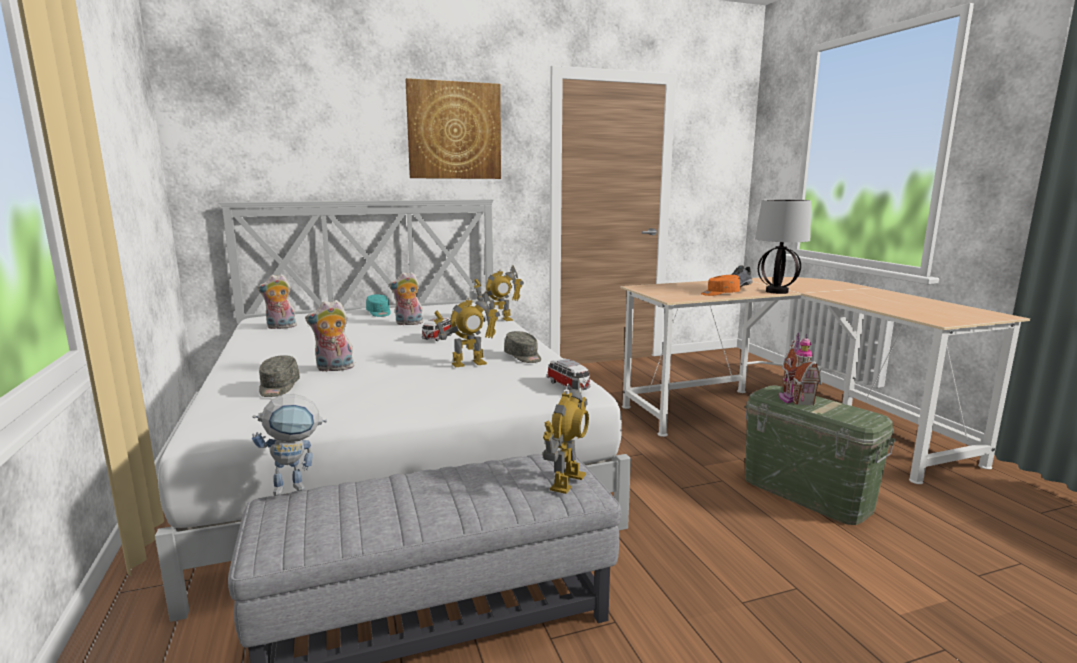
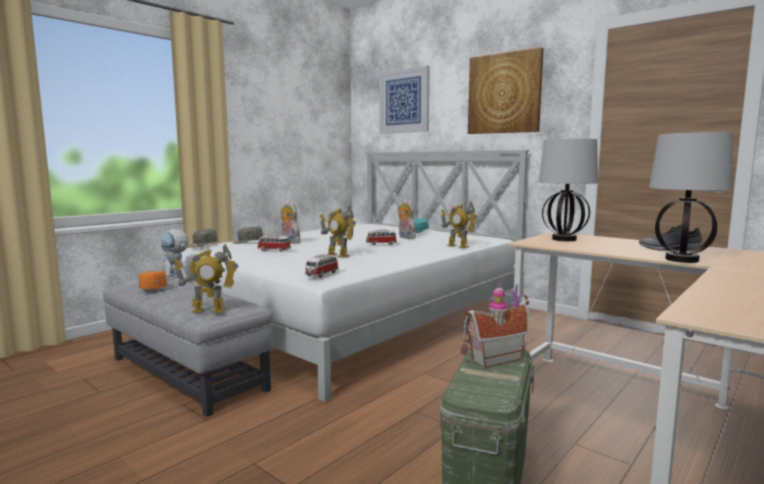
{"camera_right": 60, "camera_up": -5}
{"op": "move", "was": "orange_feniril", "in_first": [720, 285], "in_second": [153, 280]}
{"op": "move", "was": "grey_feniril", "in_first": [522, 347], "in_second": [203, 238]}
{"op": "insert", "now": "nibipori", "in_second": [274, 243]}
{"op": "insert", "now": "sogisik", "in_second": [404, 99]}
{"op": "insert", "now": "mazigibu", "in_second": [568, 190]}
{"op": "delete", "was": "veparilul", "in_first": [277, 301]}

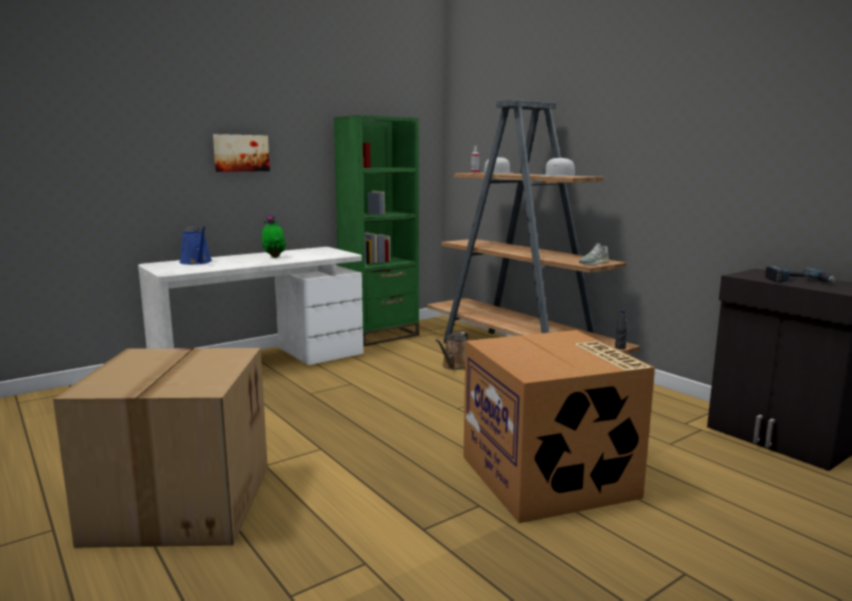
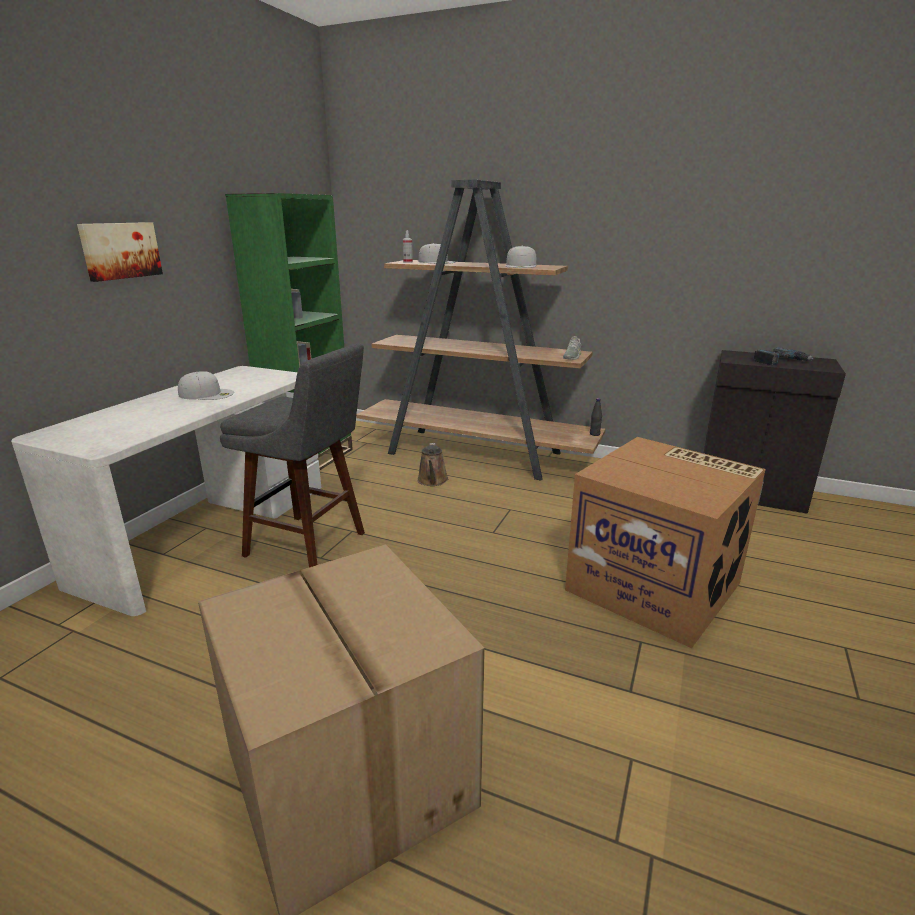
{"camera_right": -30, "camera_up": 10}
{"op": "replace", "was": "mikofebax", "now": "white_feniril", "in_first": [274, 236], "in_second": [206, 385]}
{"op": "insert", "now": "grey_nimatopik", "in_second": [292, 455]}
{"op": "delete", "was": "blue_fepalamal", "in_first": [195, 245]}

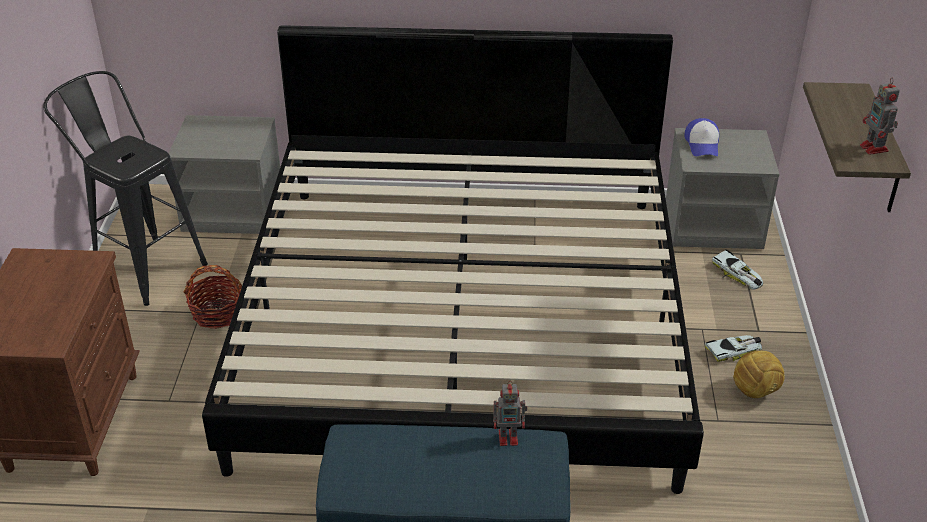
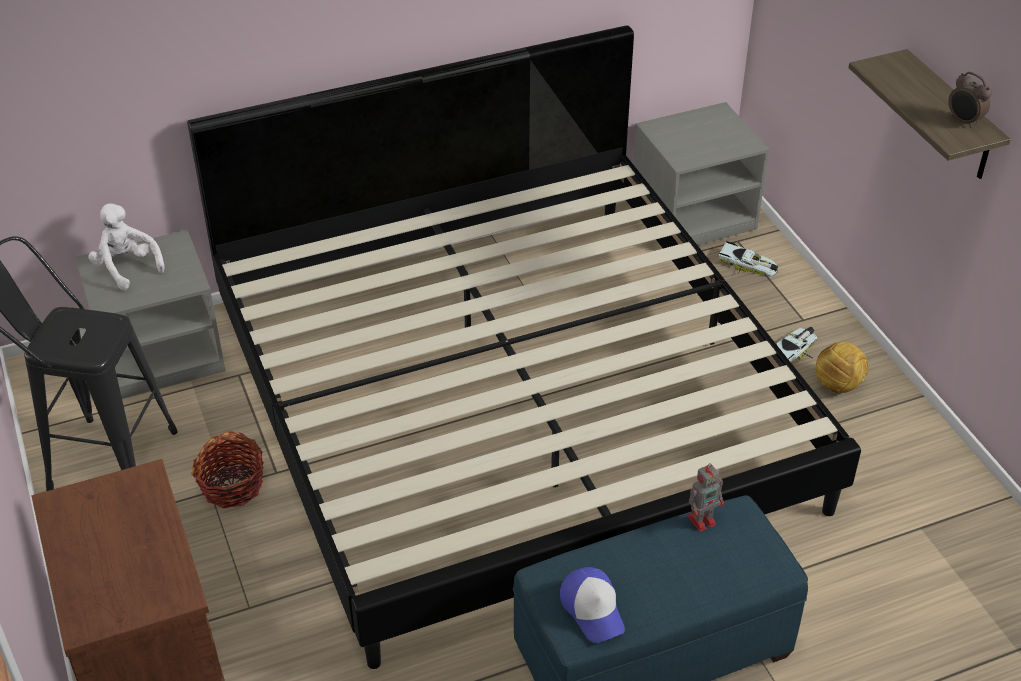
{"camera_right": -25, "camera_up": 5}
{"op": "insert", "now": "white_veparilul", "in_second": [127, 246]}
{"op": "move", "was": "feniril", "in_first": [701, 137], "in_second": [592, 605]}
{"op": "replace", "was": "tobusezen", "now": "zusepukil", "in_first": [880, 116], "in_second": [970, 100]}

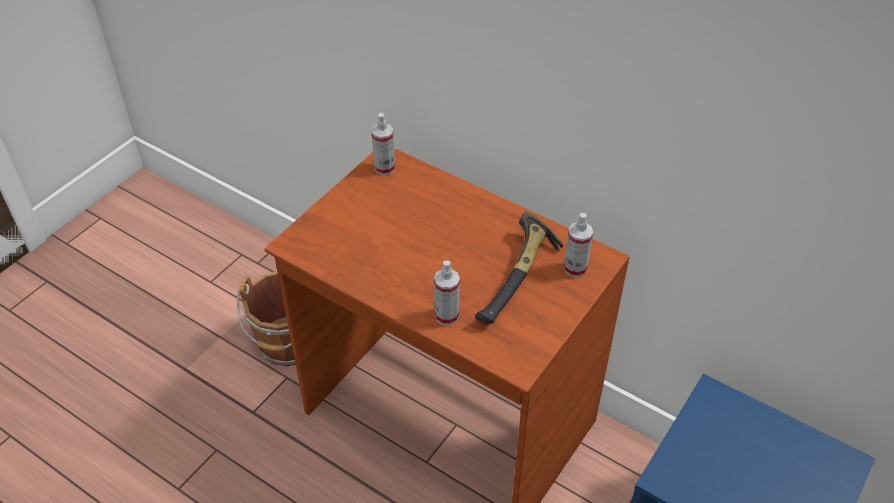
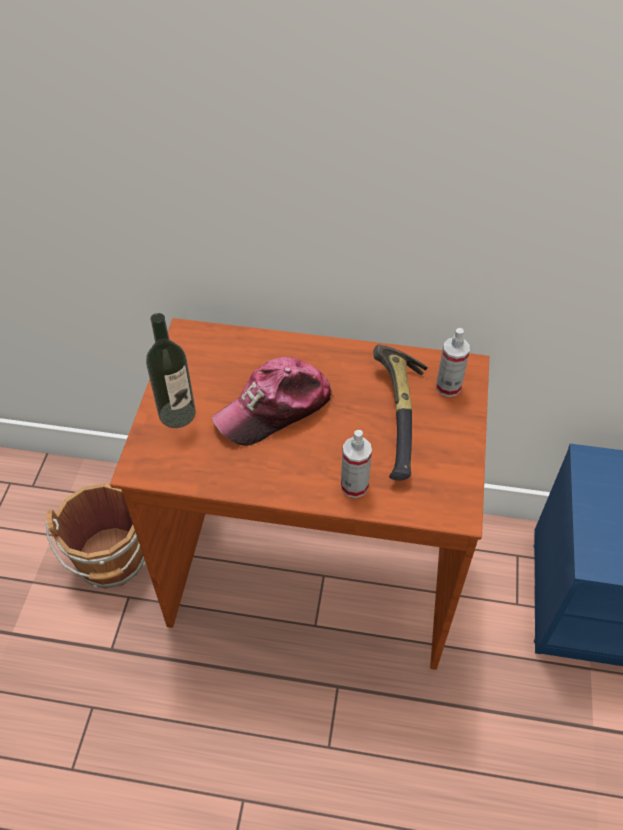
{"camera_right": -25, "camera_up": 5}
{"op": "insert", "now": "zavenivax", "in_second": [171, 370]}
{"op": "insert", "now": "feniril", "in_second": [272, 401]}
{"op": "delete", "was": "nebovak", "in_first": [383, 144]}

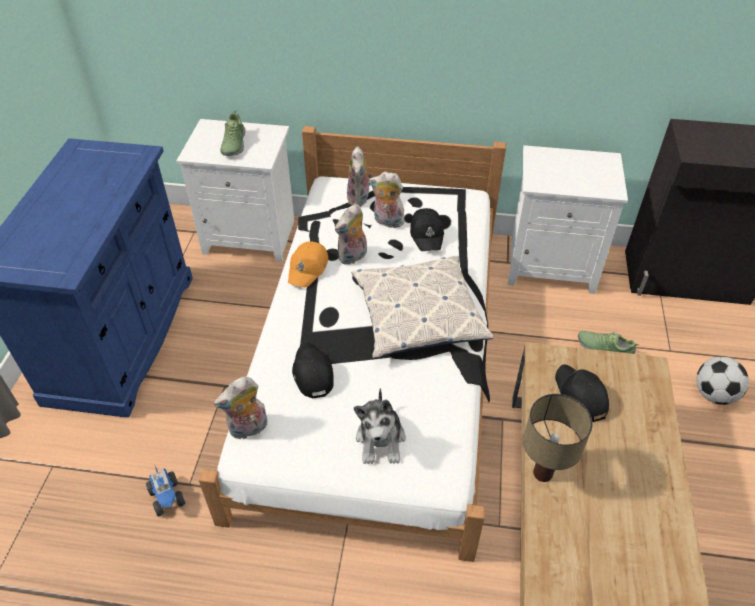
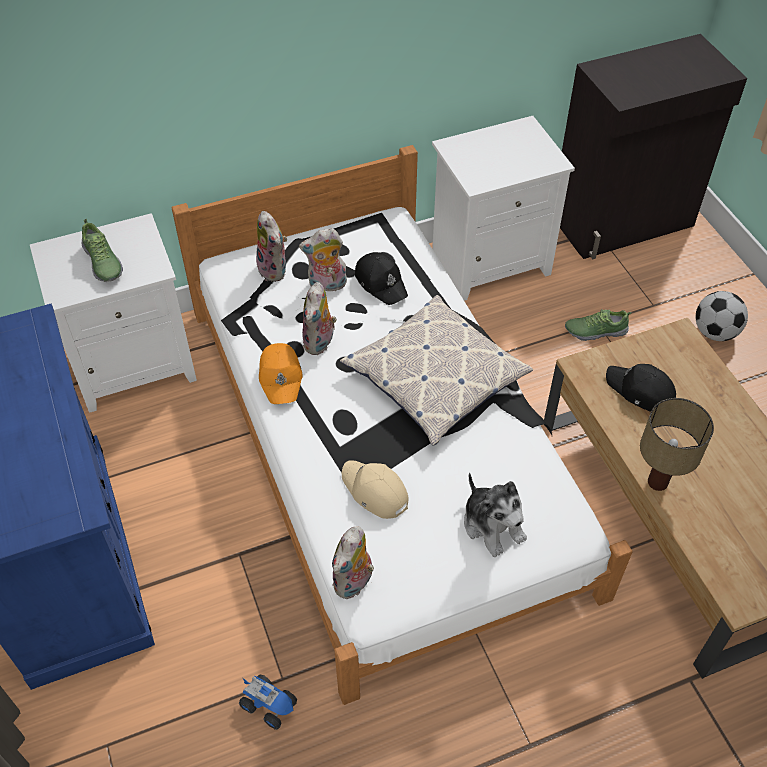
{"camera_right": -30, "camera_up": 5}
{"op": "recolor", "was": "black_feniril", "now": "beige_feniril", "in_first": [313, 370], "in_second": [375, 489]}

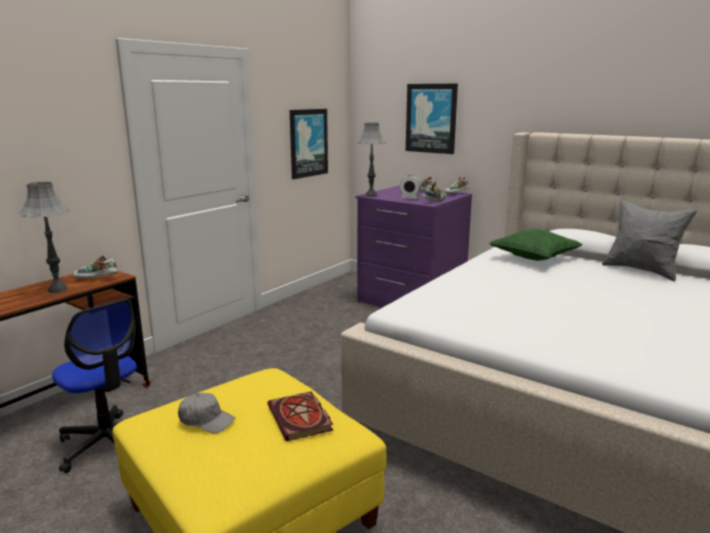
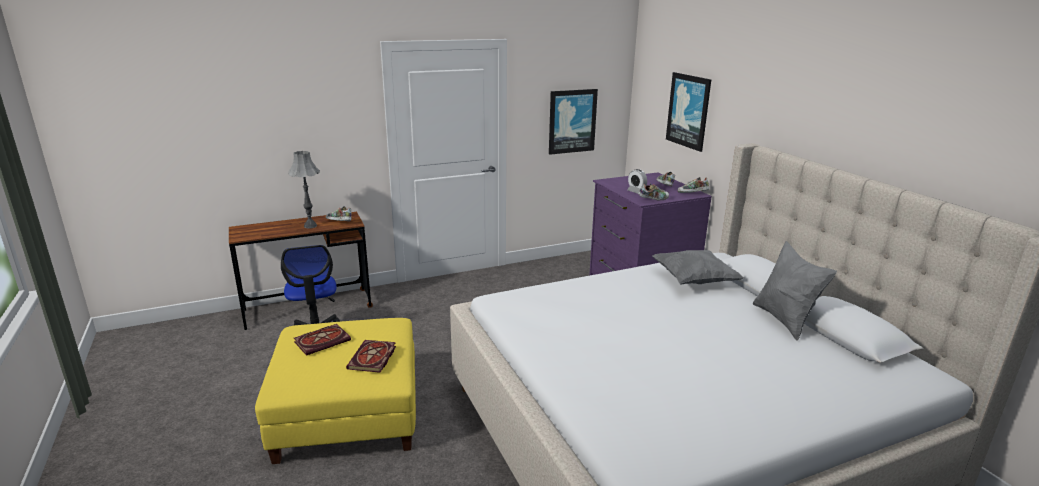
{"camera_right": 30, "camera_up": 5}
{"op": "replace", "was": "grey_feniril", "now": "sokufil", "in_first": [206, 413], "in_second": [322, 340]}
{"op": "recolor", "was": "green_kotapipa", "now": "grey_kotapipa", "in_first": [536, 245], "in_second": [698, 267]}
{"op": "delete", "was": "grey_mazigibu", "in_first": [371, 160]}

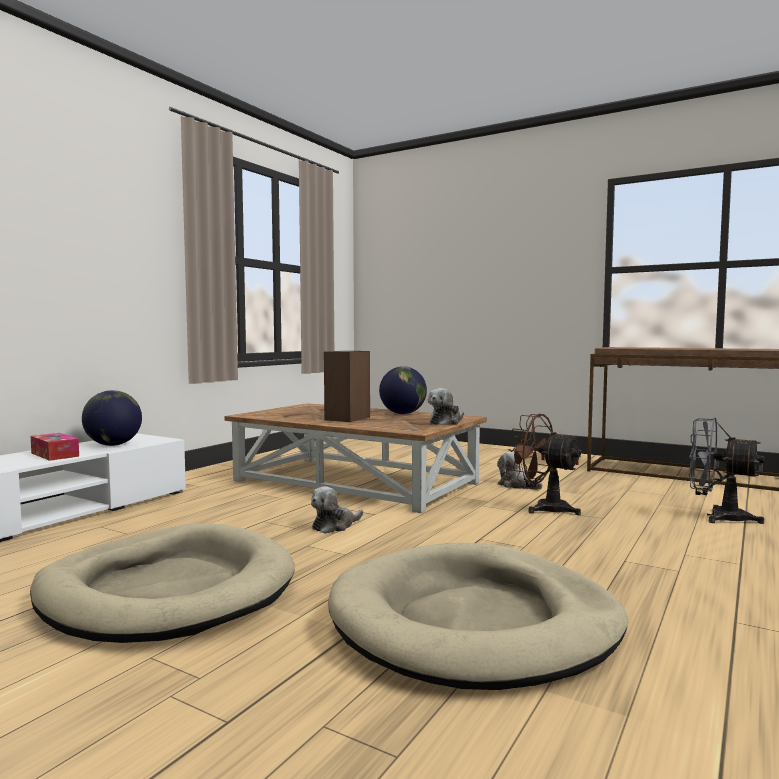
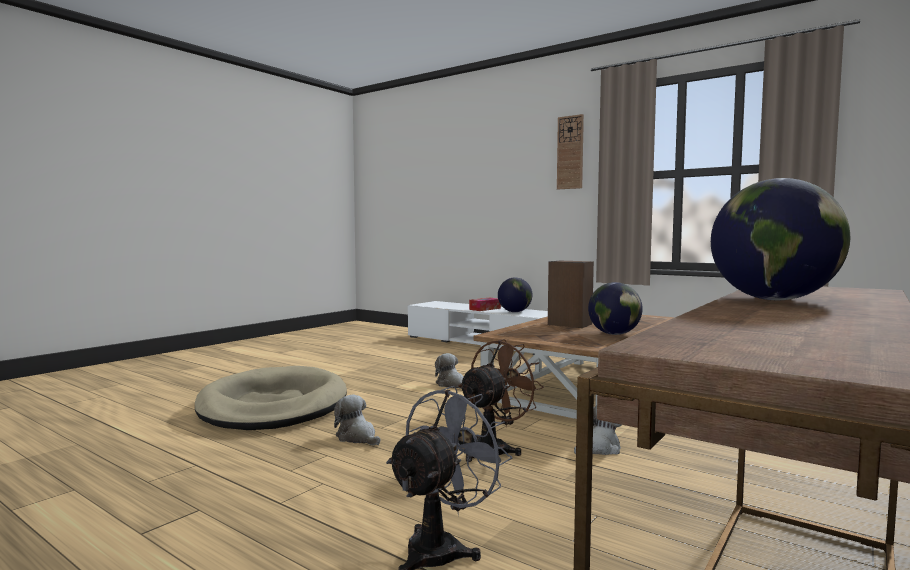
{"camera_right": 95, "camera_up": 0}
{"op": "move", "was": "veparilul", "in_first": [446, 406], "in_second": [357, 420]}
{"op": "insert", "now": "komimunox", "in_second": [570, 151]}
{"op": "insert", "now": "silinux", "in_second": [780, 239]}
{"op": "delete", "was": "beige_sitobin", "in_first": [162, 583]}

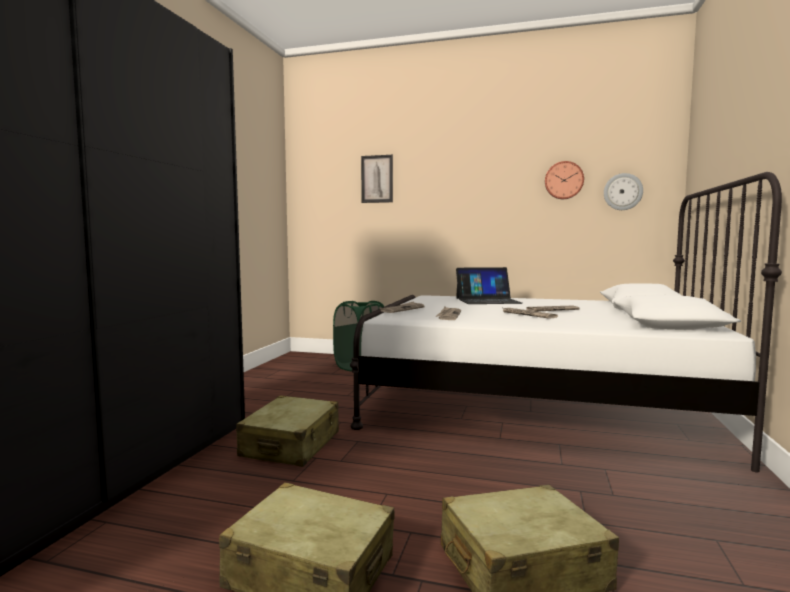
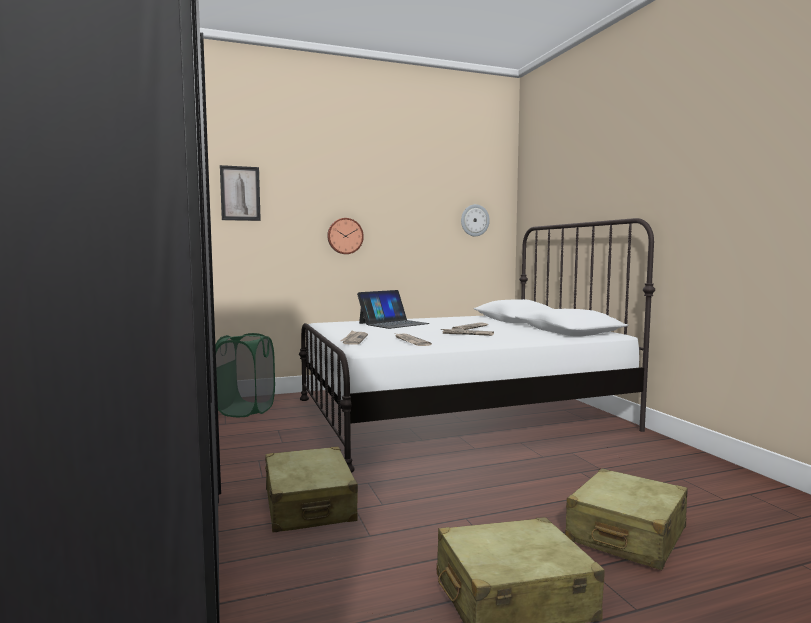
{"camera_right": -35, "camera_up": 0}
{"op": "move", "was": "komimunox", "in_first": [564, 180], "in_second": [345, 236]}

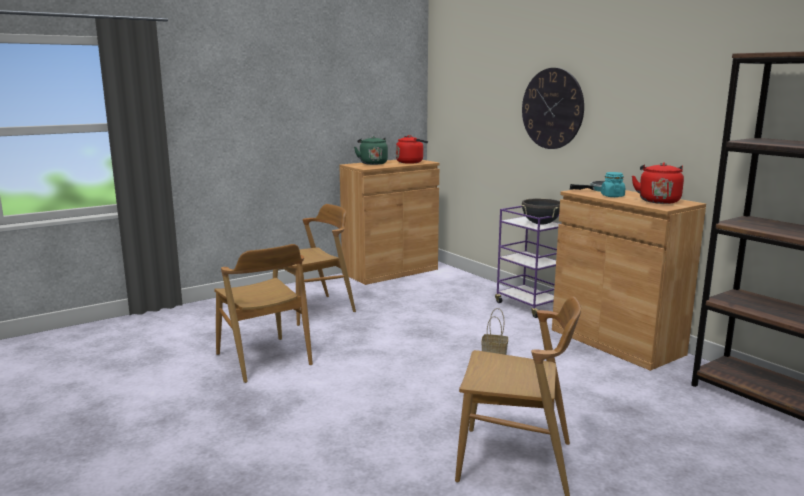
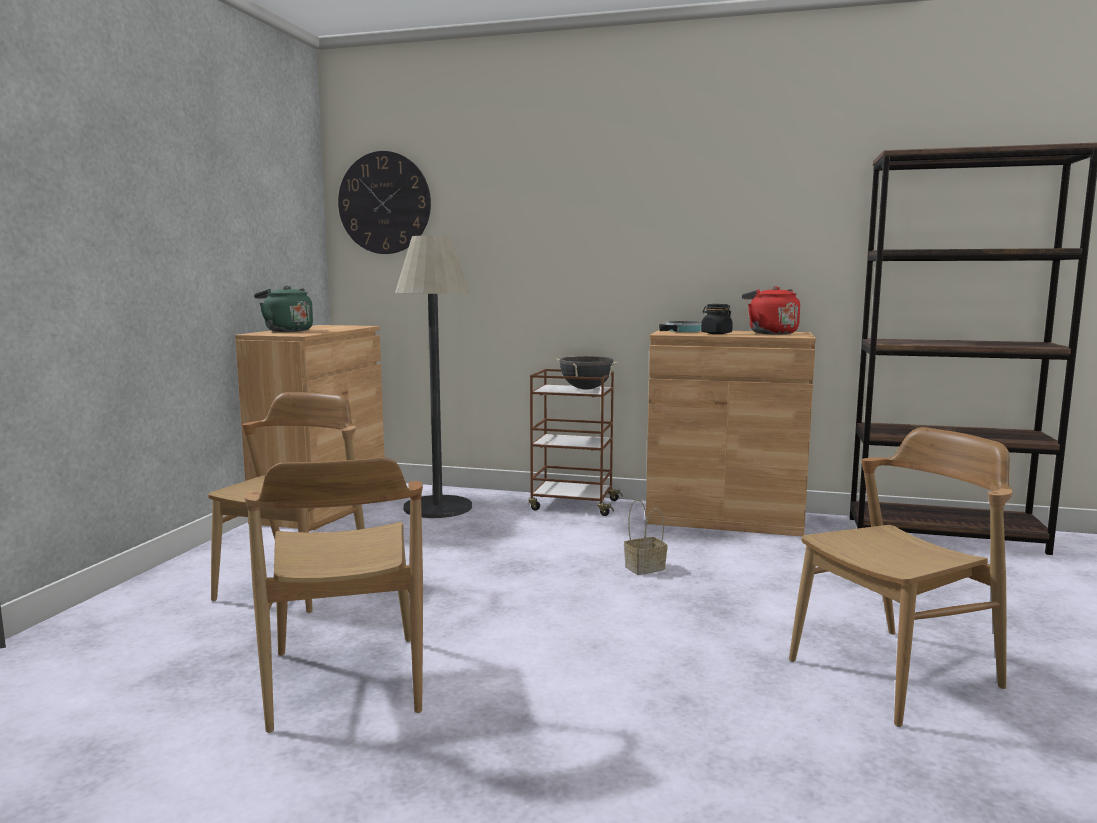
{"camera_right": -40, "camera_up": -5}
{"op": "rotate", "was": "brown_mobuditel", "in_first": [263, 313], "in_second": [333, 595], "clockwise": 60}
{"op": "move", "was": "komimunox", "in_first": [553, 108], "in_second": [384, 202]}
{"op": "insert", "now": "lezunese", "in_second": [433, 377]}
{"op": "recolor", "was": "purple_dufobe", "now": "brown_dufobe", "in_first": [527, 262], "in_second": [575, 442]}
{"op": "recolor", "was": "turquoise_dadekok", "now": "black_dadekok", "in_first": [613, 184], "in_second": [717, 319]}
{"op": "delete", "was": "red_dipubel", "in_first": [412, 149]}

